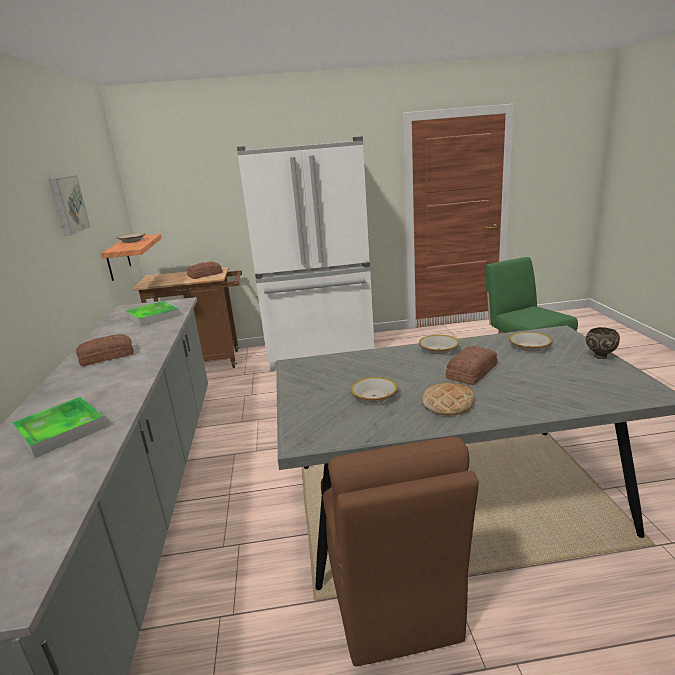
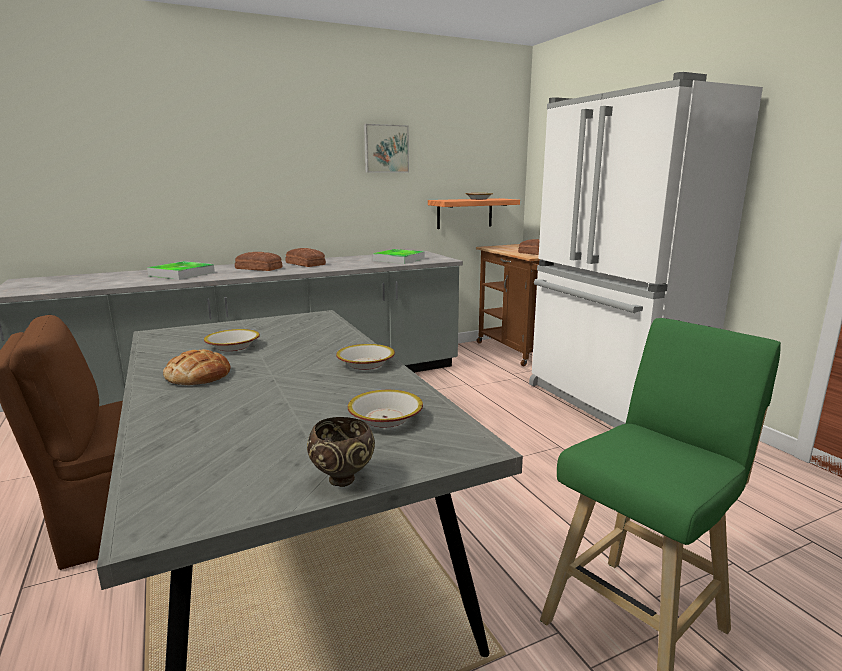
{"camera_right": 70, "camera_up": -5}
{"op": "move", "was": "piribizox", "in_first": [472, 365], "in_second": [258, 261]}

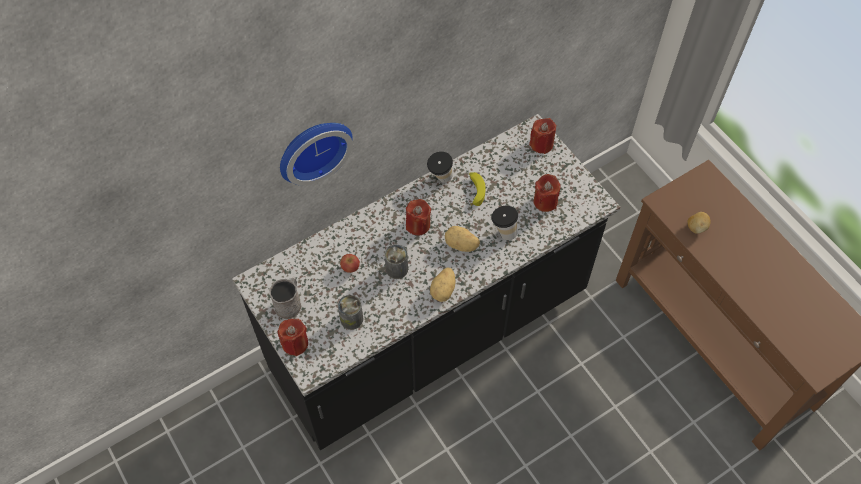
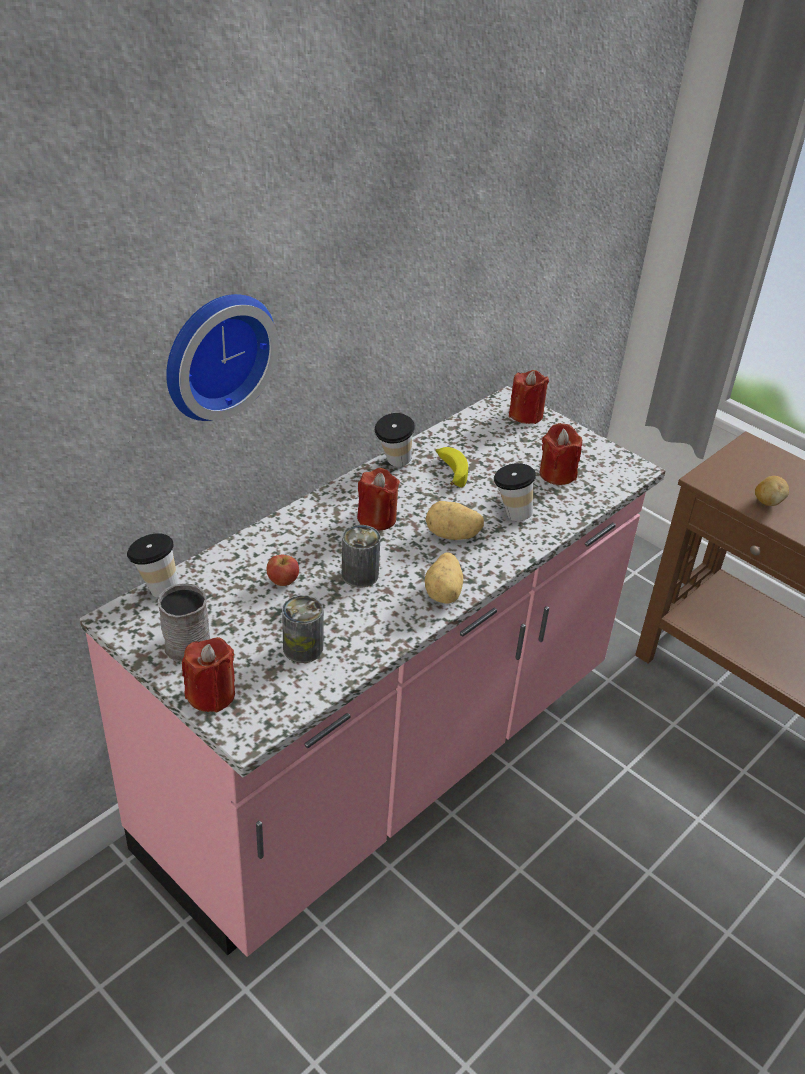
{"camera_right": -15, "camera_up": -20}
{"op": "recolor", "was": "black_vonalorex", "now": "pink_vonalorex", "in_first": [426, 282], "in_second": [372, 671]}
{"op": "insert", "now": "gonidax", "in_second": [153, 565]}

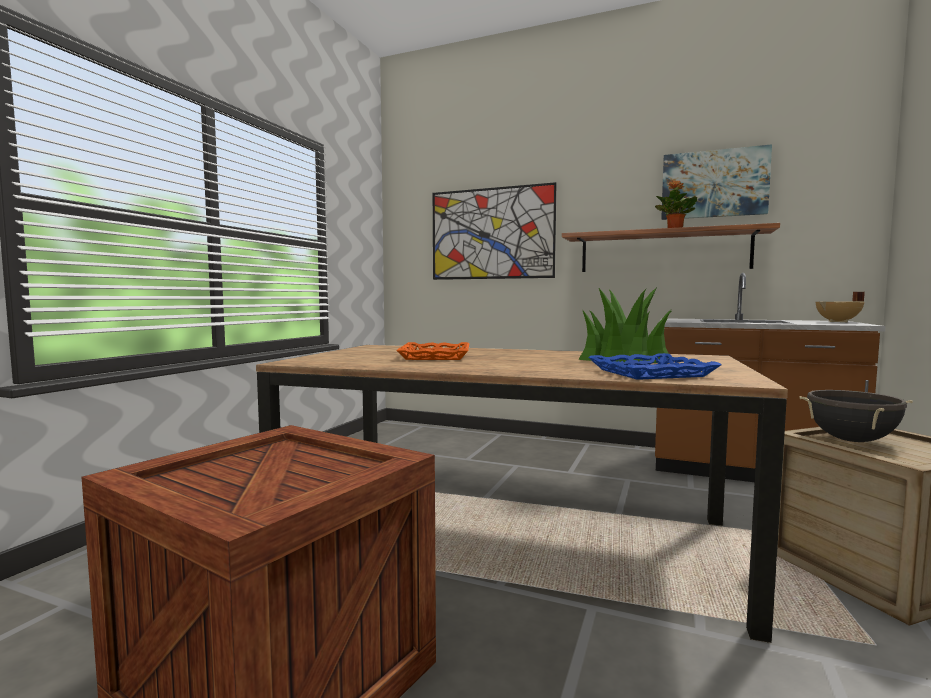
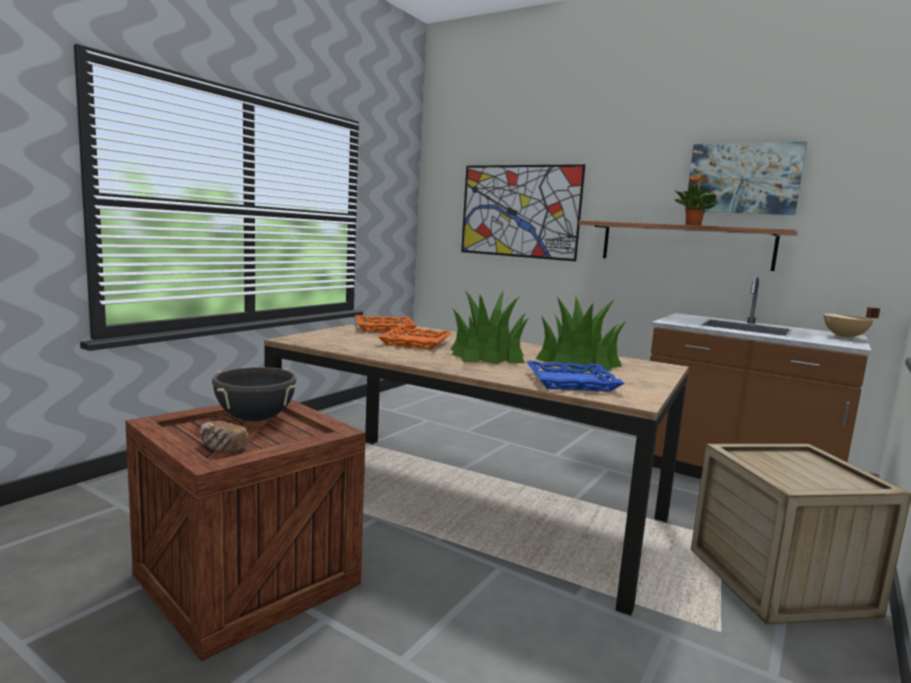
{"camera_right": 10, "camera_up": 5}
{"op": "insert", "now": "piribizox", "in_second": [224, 436]}
{"op": "move", "was": "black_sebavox", "in_first": [856, 416], "in_second": [254, 394]}
{"op": "insert", "now": "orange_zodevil", "in_second": [386, 323]}
{"op": "insert", "now": "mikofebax", "in_second": [490, 327]}

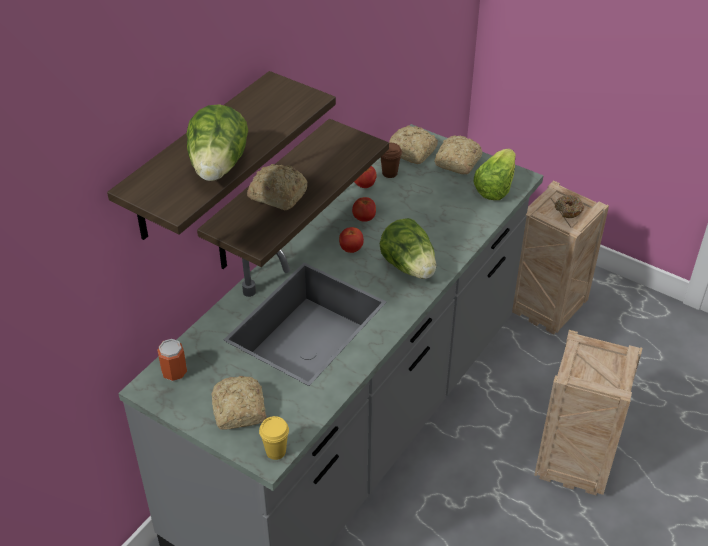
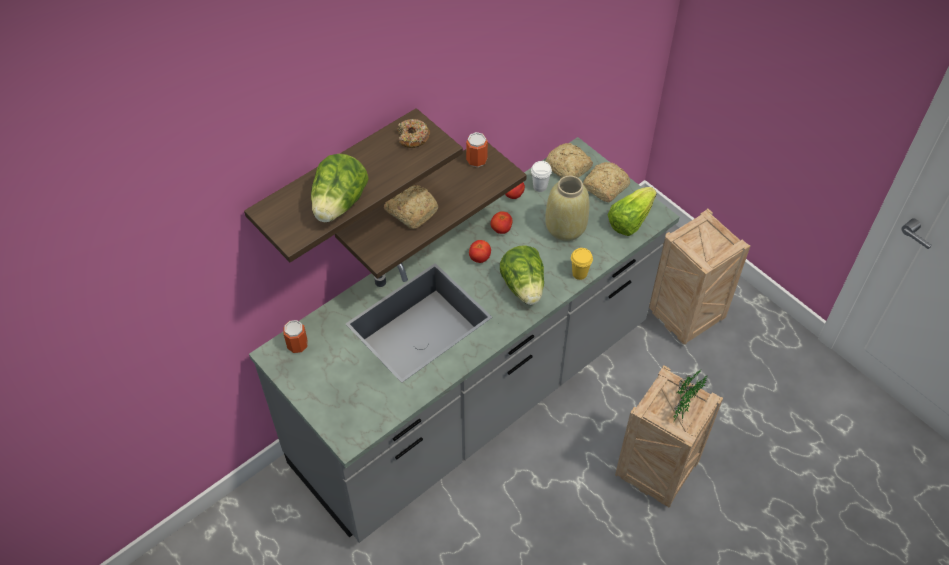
{"camera_right": 15, "camera_up": 10}
{"op": "move", "was": "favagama", "in_first": [569, 206], "in_second": [414, 133]}
{"op": "insert", "now": "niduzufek", "in_second": [477, 149]}
{"op": "recolor", "was": "brown_gonidax", "now": "white_gonidax", "in_first": [391, 160], "in_second": [541, 176]}
{"op": "insert", "now": "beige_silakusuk", "in_second": [567, 208]}
{"op": "move", "was": "yellow_gonidax", "in_first": [274, 438], "in_second": [582, 264]}
{"op": "insert", "now": "mikofebax", "in_second": [691, 396]}
{"op": "delete", "was": "piribizox", "in_first": [239, 403]}

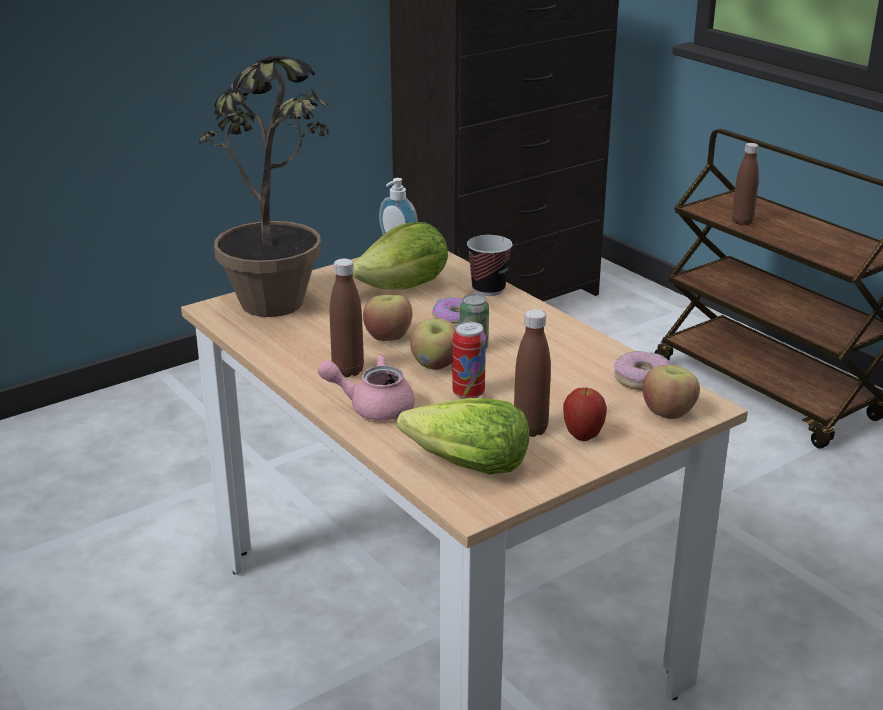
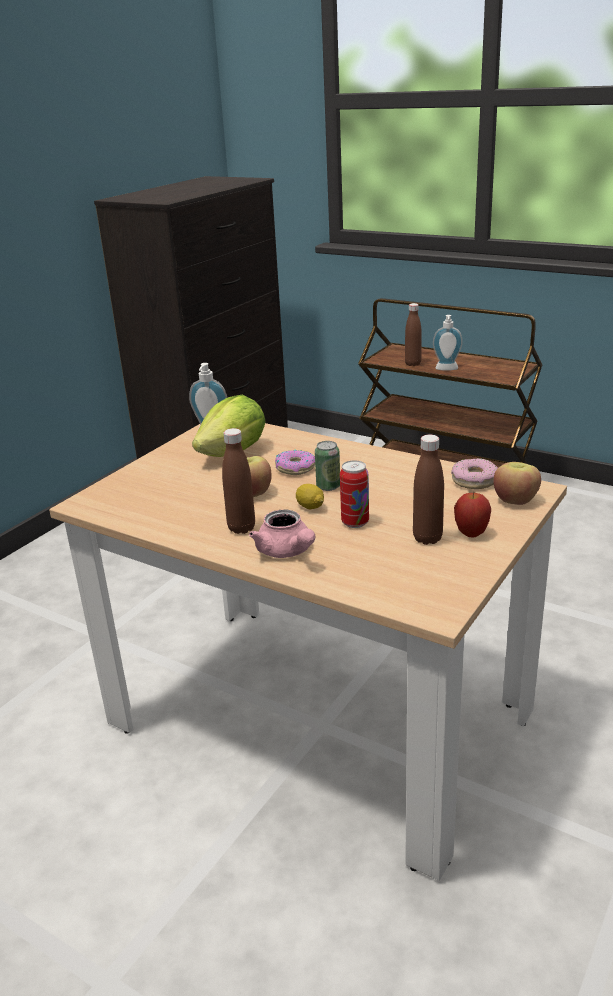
{"camera_right": -20, "camera_up": 0}
{"op": "rotate", "was": "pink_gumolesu", "in_first": [366, 387], "in_second": [282, 534], "clockwise": -105}
{"op": "replace", "was": "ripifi", "now": "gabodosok", "in_first": [433, 344], "in_second": [310, 497]}
{"op": "insert", "now": "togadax", "in_second": [448, 343]}
{"op": "delete", "was": "mikofebax", "in_first": [264, 186]}
{"op": "delete", "was": "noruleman", "in_first": [463, 436]}
{"op": "delete", "was": "gonidax", "in_first": [489, 265]}

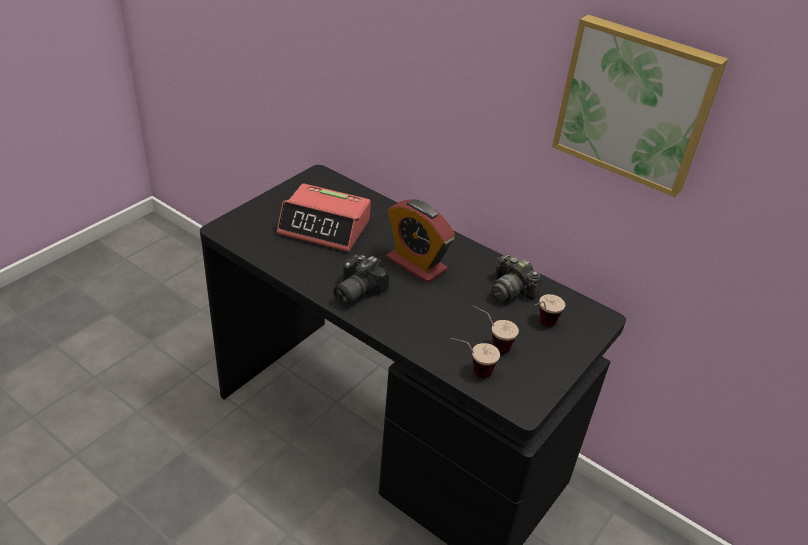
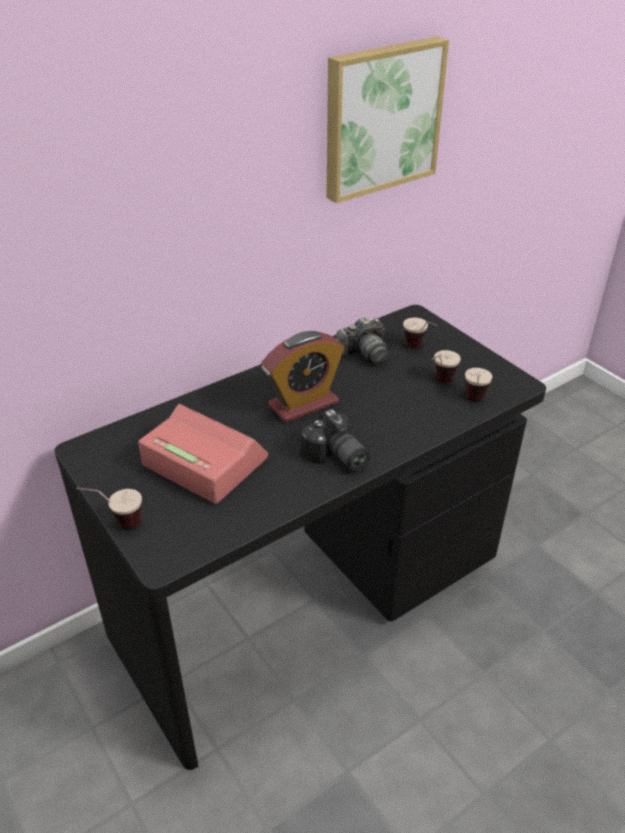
{"camera_right": -70, "camera_up": 0}
{"op": "insert", "now": "gonidax", "in_second": [109, 509]}
{"op": "rotate", "was": "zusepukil", "in_first": [324, 217], "in_second": [203, 454], "clockwise": -90}

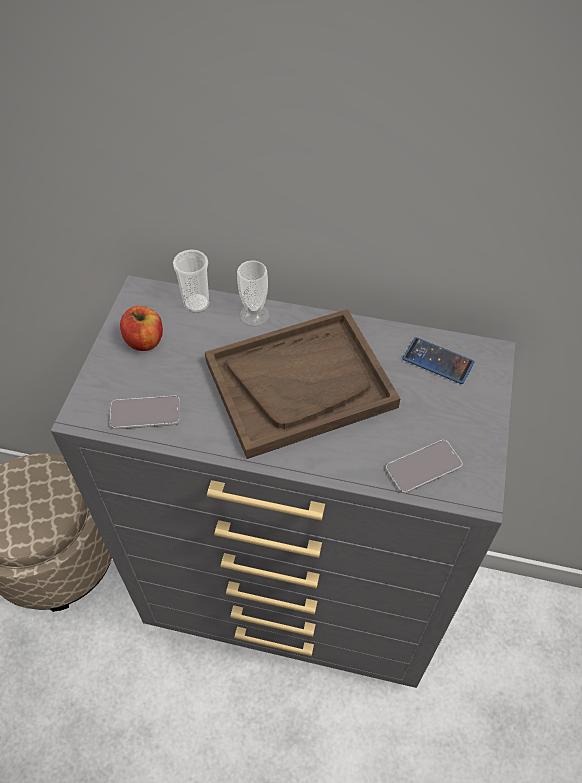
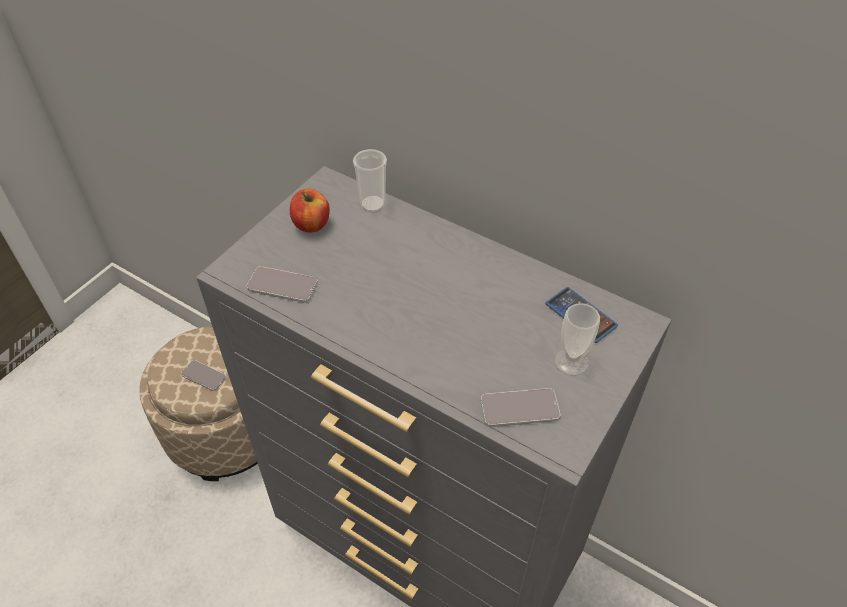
{"camera_right": 20, "camera_up": -5}
{"op": "insert", "now": "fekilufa", "in_second": [203, 375]}
{"op": "move", "was": "gonidax", "in_first": [253, 293], "in_second": [577, 339]}
{"op": "delete", "was": "brown_zodevil", "in_first": [302, 384]}

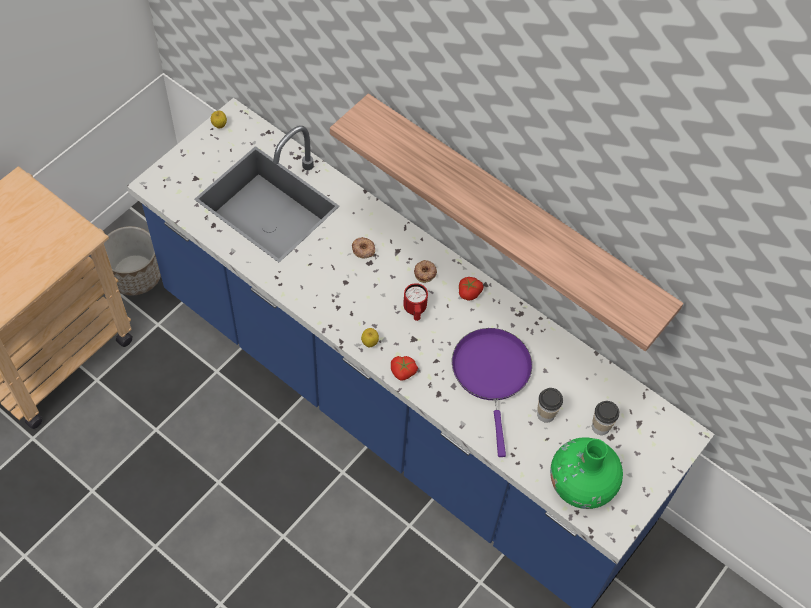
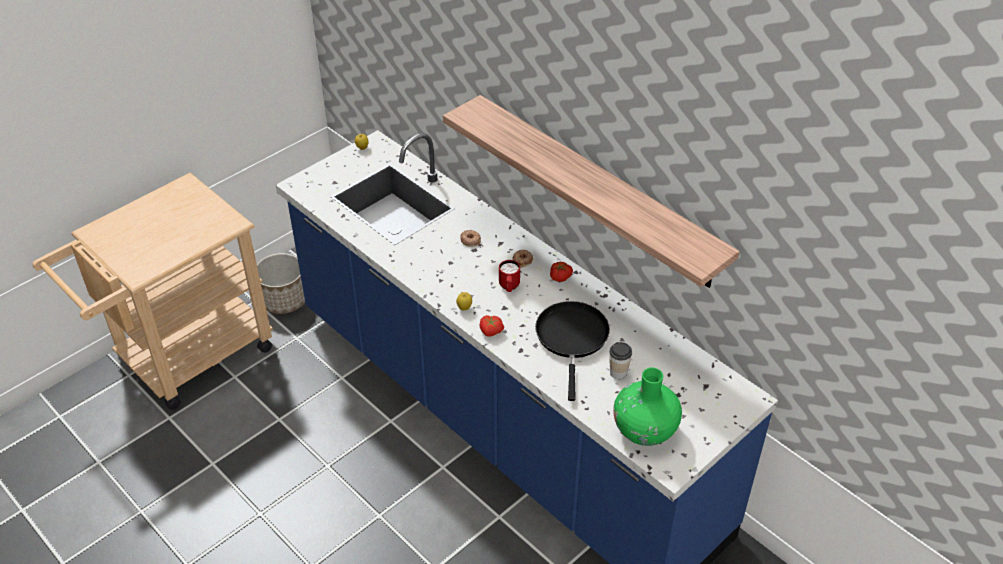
{"camera_right": 10, "camera_up": -15}
{"op": "recolor", "was": "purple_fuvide", "now": "black_fuvide", "in_first": [492, 392], "in_second": [572, 351]}
{"op": "delete", "was": "gonidax", "in_first": [605, 418]}

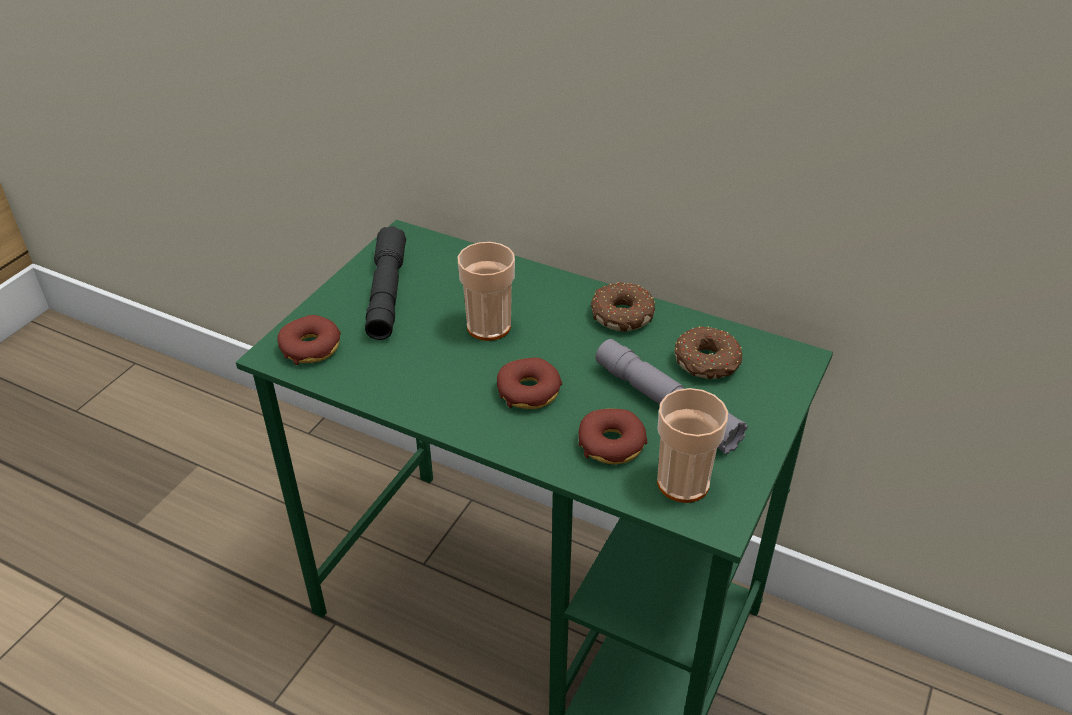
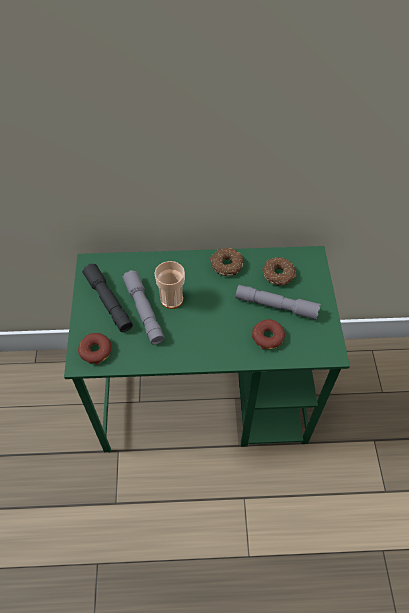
{"camera_right": -30, "camera_up": 15}
{"op": "insert", "now": "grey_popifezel", "in_second": [143, 307]}
{"op": "delete", "was": "favagama", "in_first": [529, 383]}
{"op": "delete", "was": "gonidax", "in_first": [692, 445]}

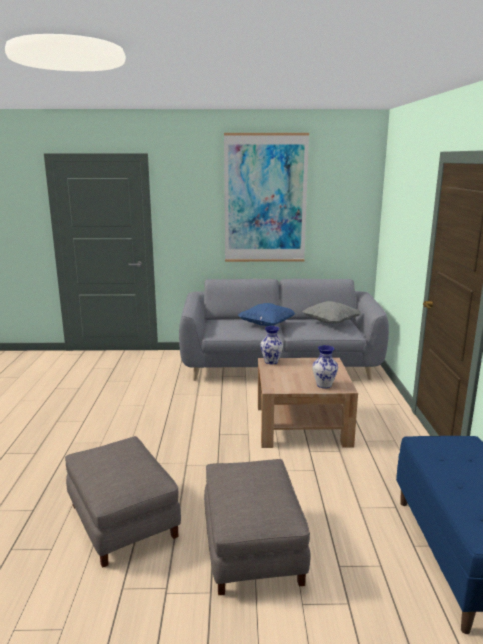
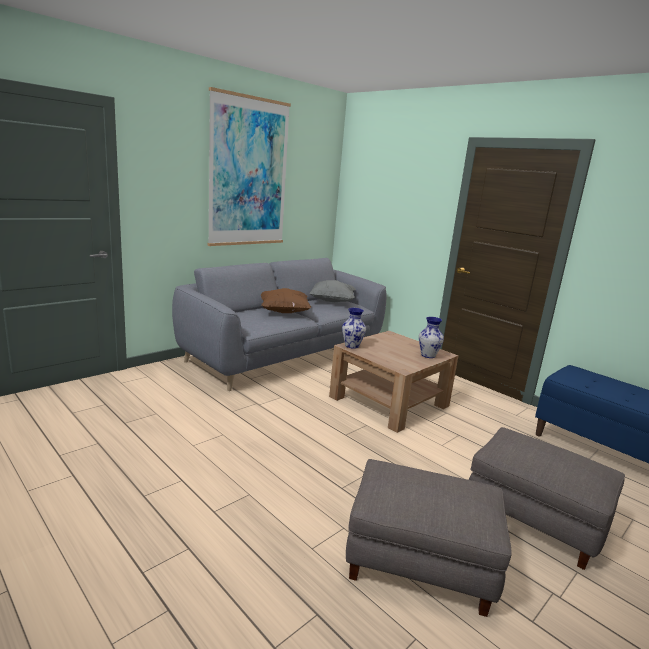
{"camera_right": -45, "camera_up": 0}
{"op": "recolor", "was": "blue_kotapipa", "now": "brown_kotapipa", "in_first": [267, 314], "in_second": [286, 300]}

